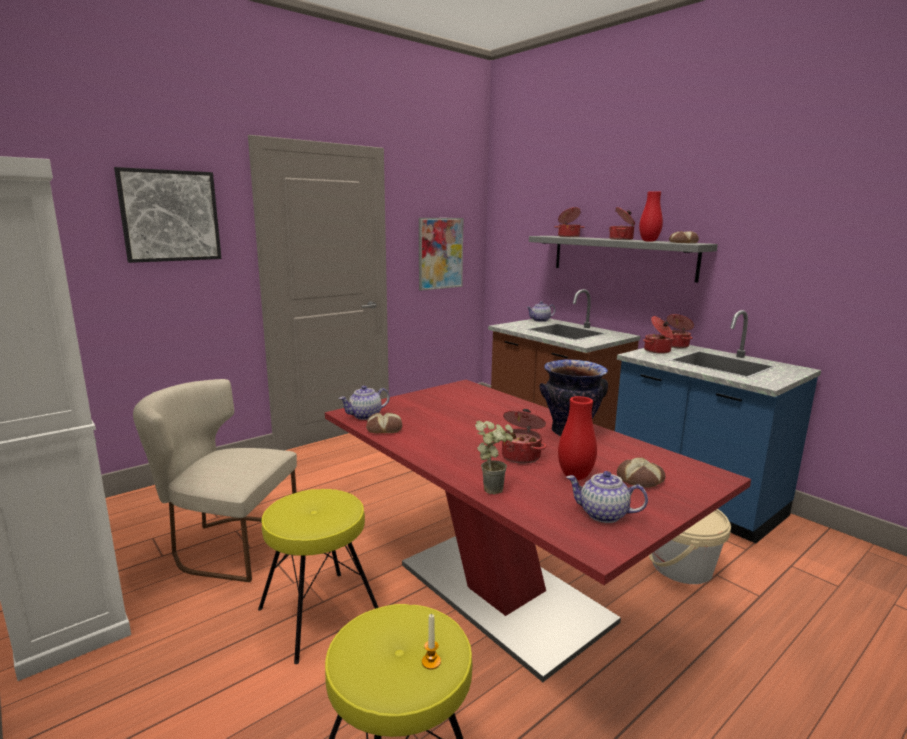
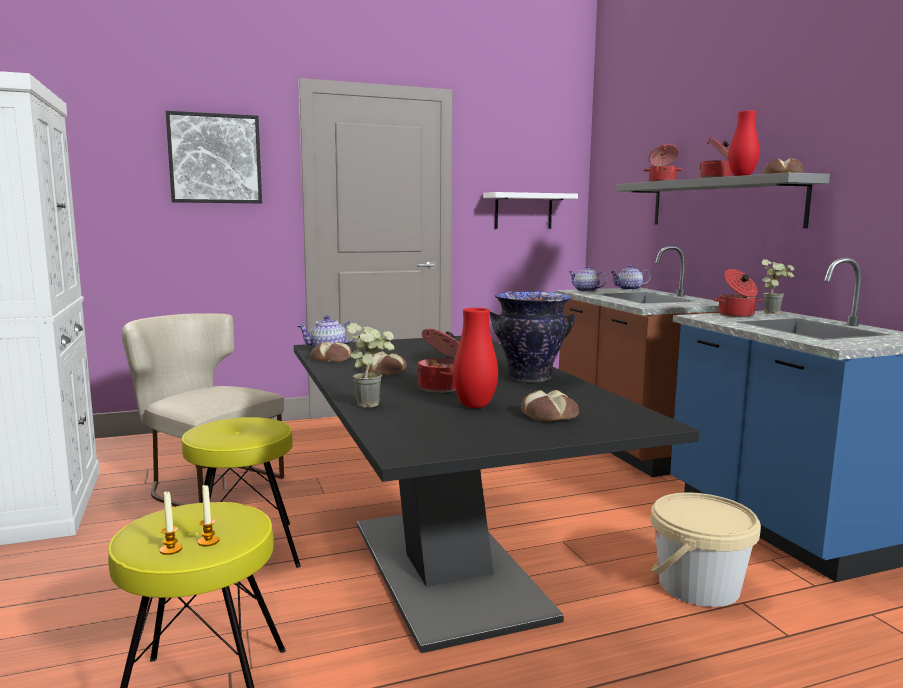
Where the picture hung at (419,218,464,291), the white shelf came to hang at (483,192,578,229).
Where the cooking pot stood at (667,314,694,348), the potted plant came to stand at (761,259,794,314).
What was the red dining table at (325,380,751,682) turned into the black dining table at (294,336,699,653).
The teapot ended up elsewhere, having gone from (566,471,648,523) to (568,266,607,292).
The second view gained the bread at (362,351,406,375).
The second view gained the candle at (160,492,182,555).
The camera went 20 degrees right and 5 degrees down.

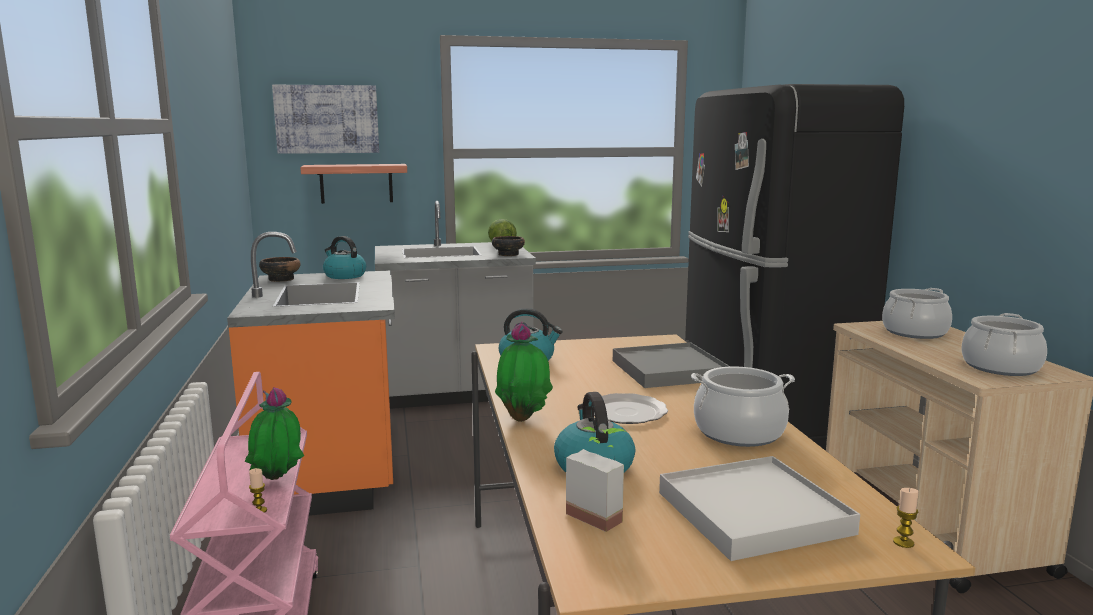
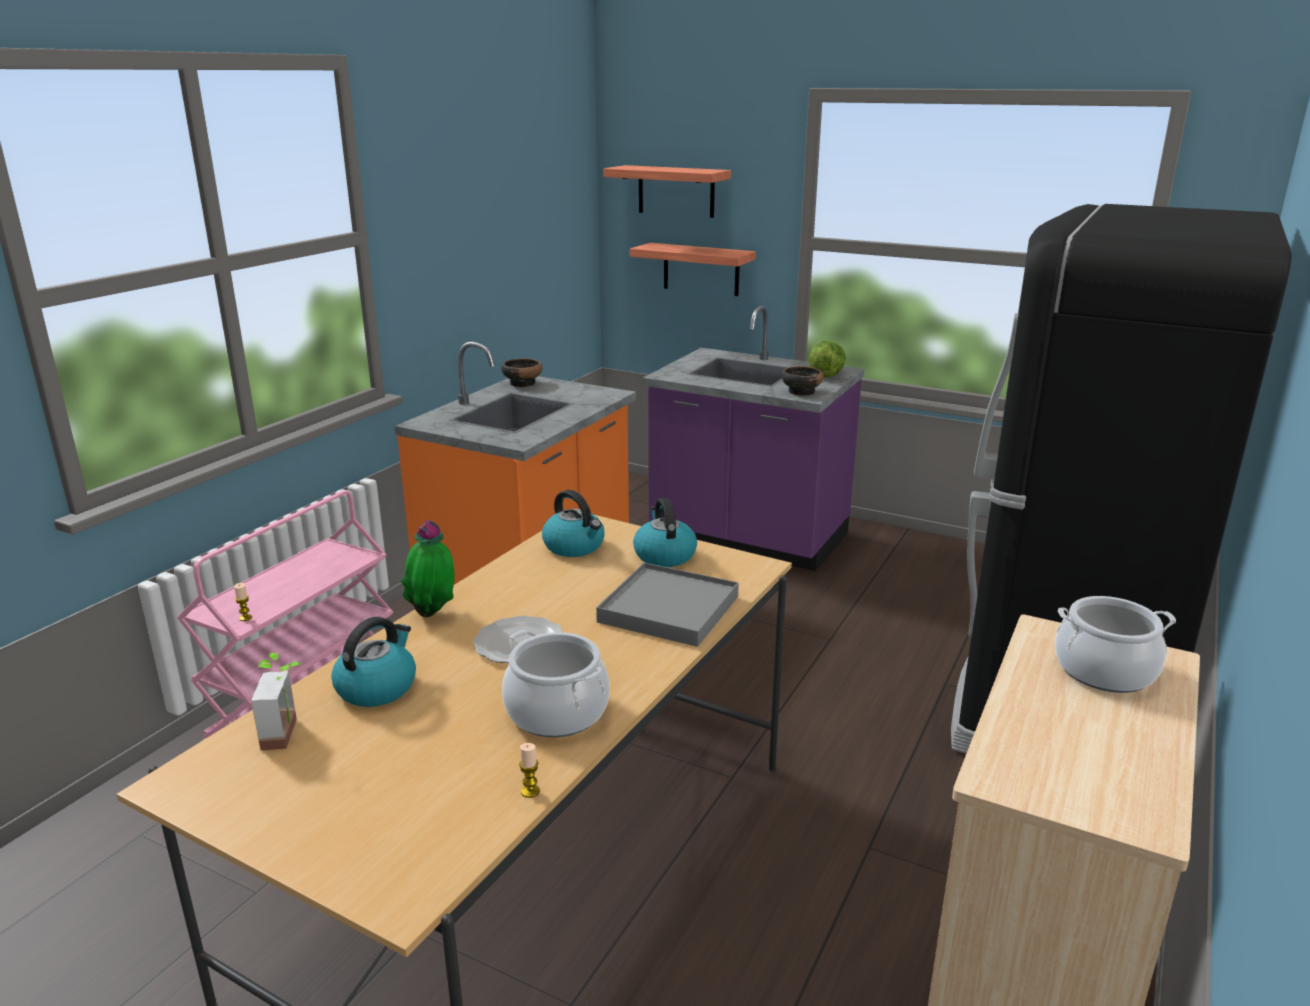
Where the picture hung at (272,85,379,154), the shelf came to hang at (603,165,731,218).
What was the grey counter at (375,201,536,409) turned into the purple counter at (643,306,864,571).
The kettle ended up elsewhere, having gone from (323,236,366,279) to (633,498,697,567).
The second view lost the cooking pot at (961,313,1047,376).
The second view lost the potted plant at (245,387,304,480).
The second view lost the white tray at (659,456,860,561).
The candle ended up elsewhere, having gone from (893,488,919,548) to (519,743,540,798).
The camera went 40 degrees right and 10 degrees up.

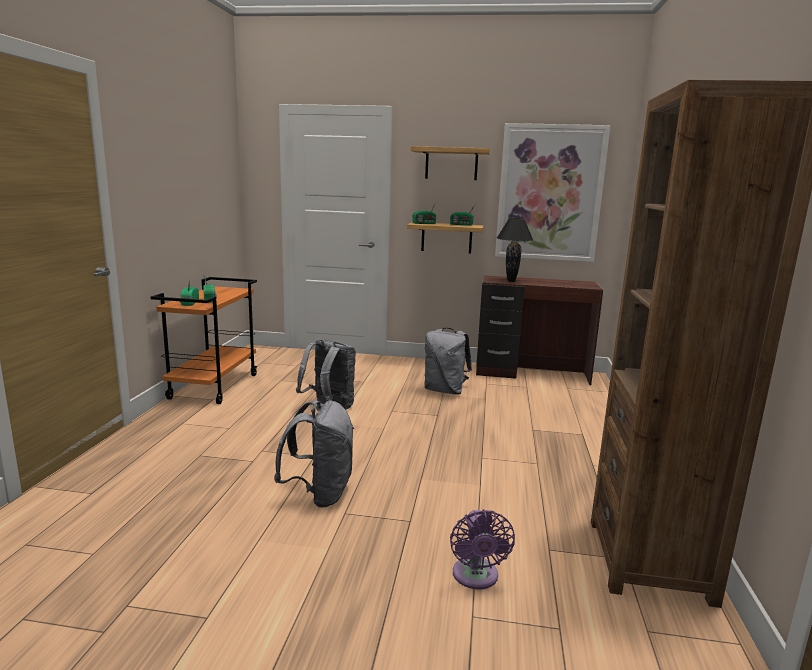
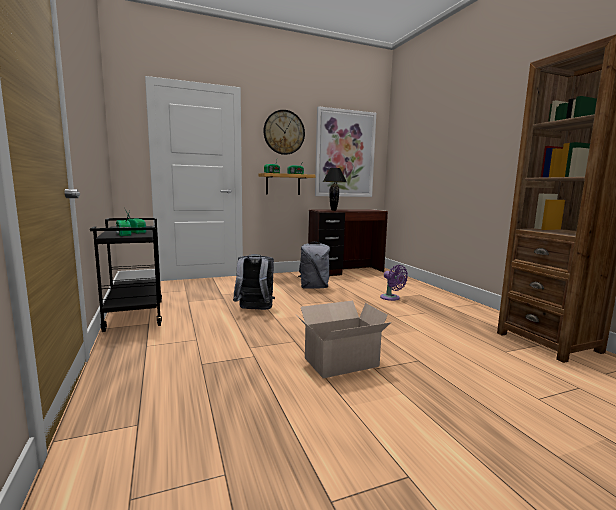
Where the shelf hung at (411,146,490,180), the wall clock came to hang at (264,110,305,155).
What was the orange cart at (151,277,257,404) turned into the black cart at (90,218,162,332).
Where the grey backpack stood at (274,400,354,508), the cardboard box came to stand at (296,301,391,378).
The purple fan ended up elsewhere, having gone from (450,510,515,589) to (380,265,408,301).
The camera went 30 degrees left and 5 degrees down.

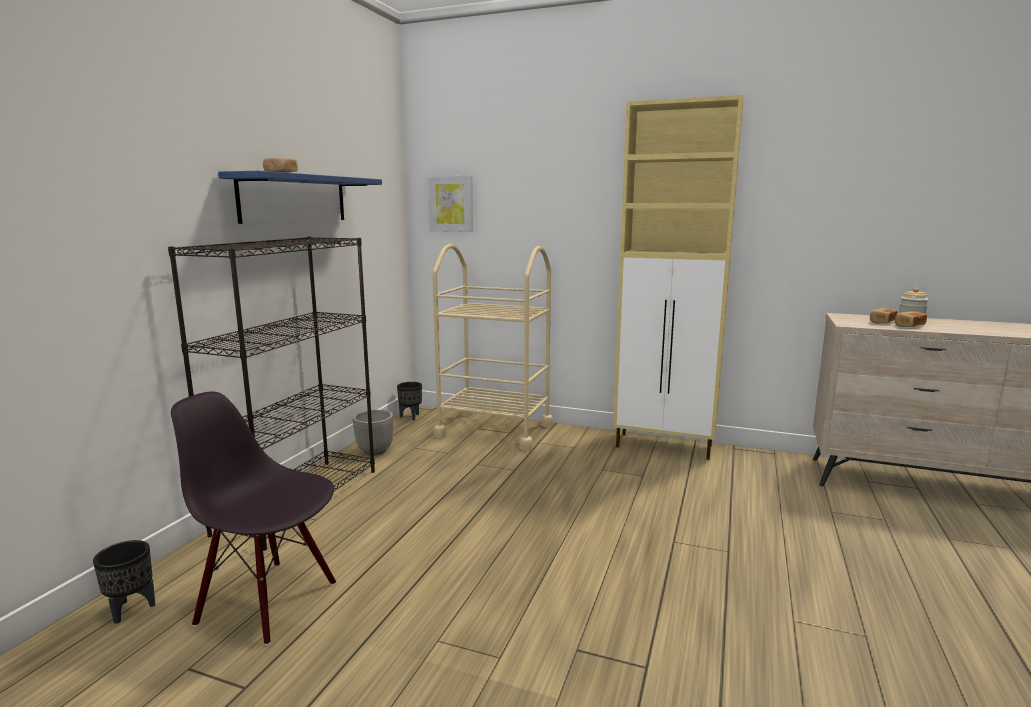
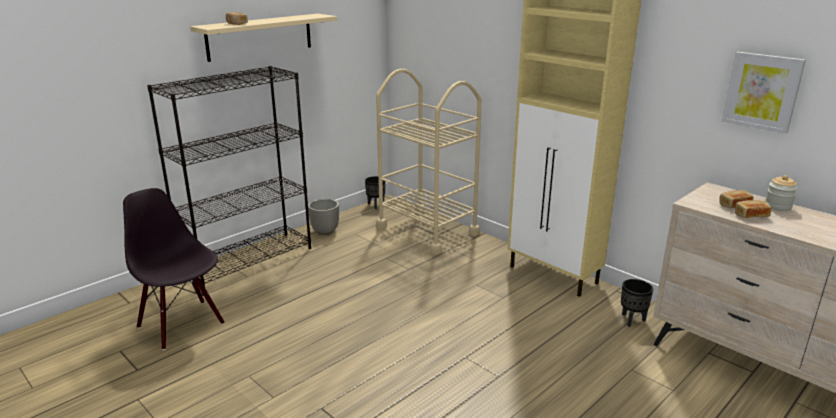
What was the blue shelf at (218,171,382,224) turned into the beige shelf at (190,14,337,62).
The picture ended up elsewhere, having gone from (428,176,473,232) to (722,52,806,134).
The black planter ended up elsewhere, having gone from (93,540,155,624) to (621,279,653,327).
The camera went 25 degrees right and 10 degrees up.

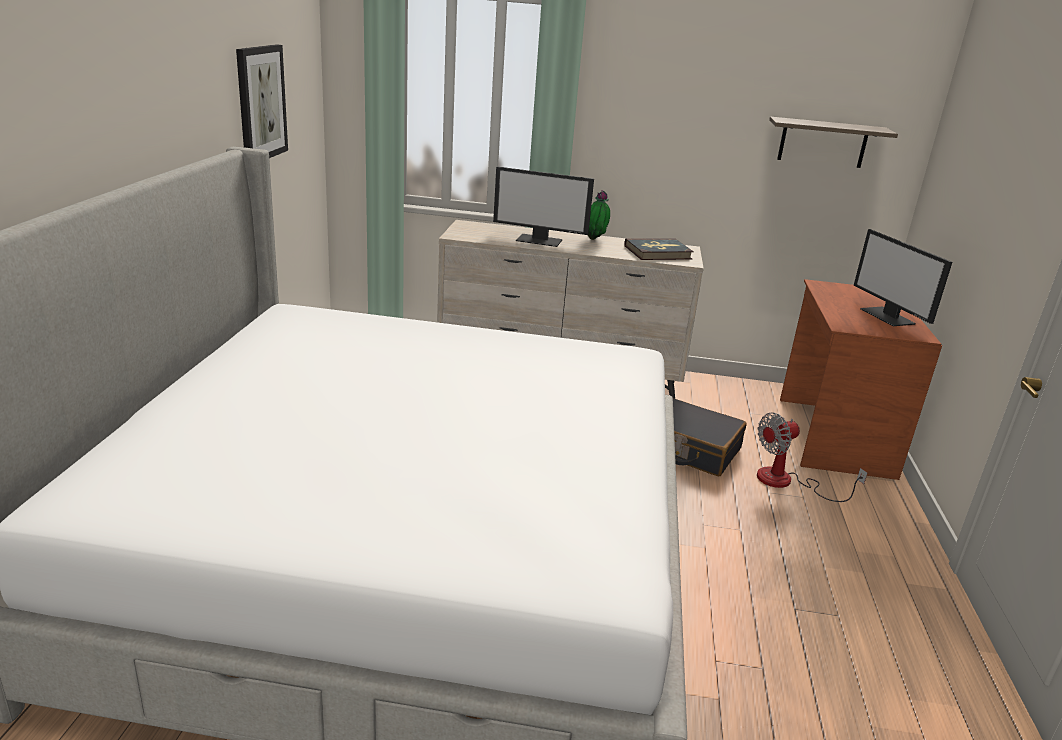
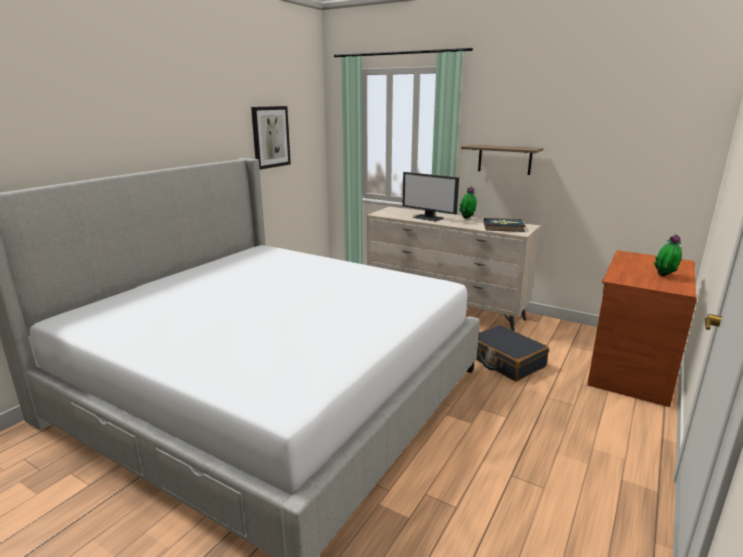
The shelf ended up elsewhere, having gone from (769,117,898,168) to (461,144,543,175).
Where the monitor stood at (854,229,952,326), the potted plant came to stand at (654,234,682,277).
The second view lost the fan at (757,413,867,502).
The camera went 25 degrees right and 5 degrees down.

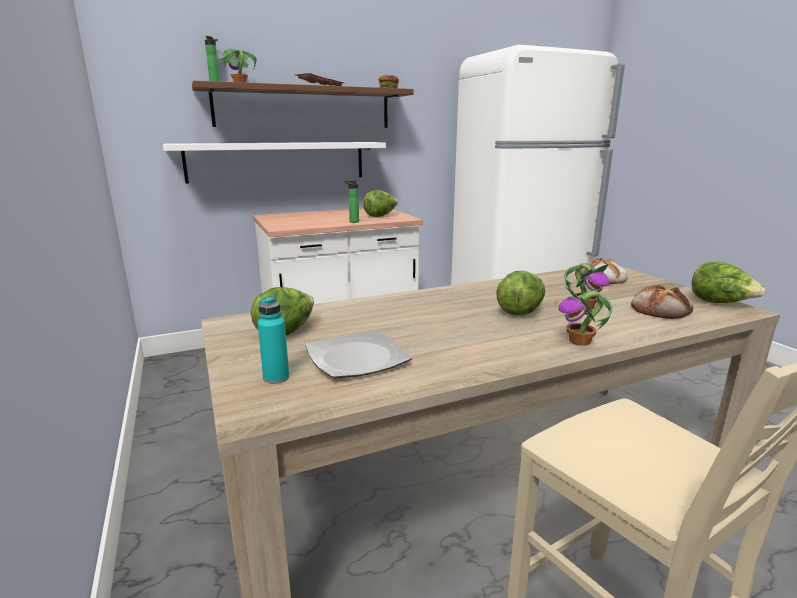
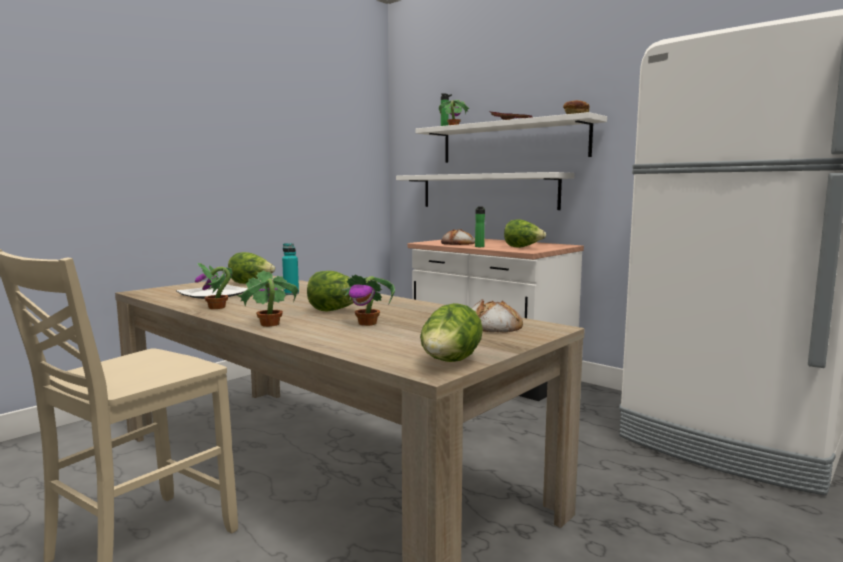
What was the brown shelf at (192,81,414,128) turned into the white shelf at (415,112,607,163).
The bread ended up elsewhere, having gone from (631,285,693,319) to (441,229,475,245).
The turquoise bottle ended up elsewhere, having gone from (258,295,289,384) to (282,243,299,295).
The second view gained the potted plant at (195,262,233,309).
The camera went 65 degrees right and 10 degrees down.

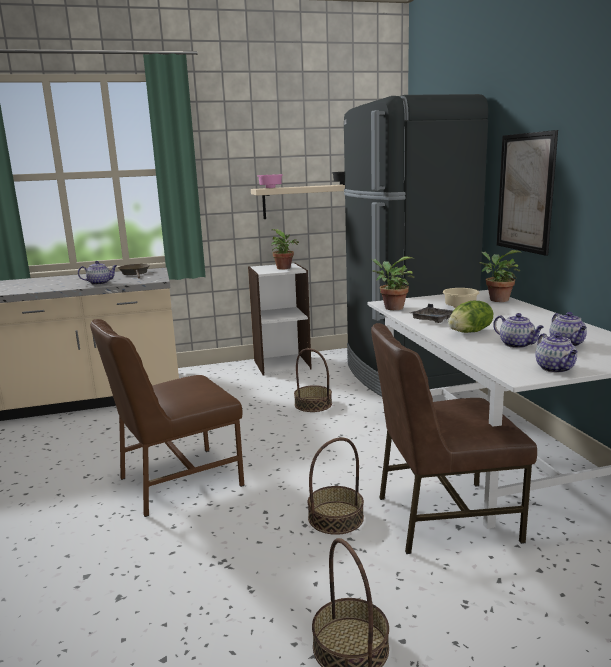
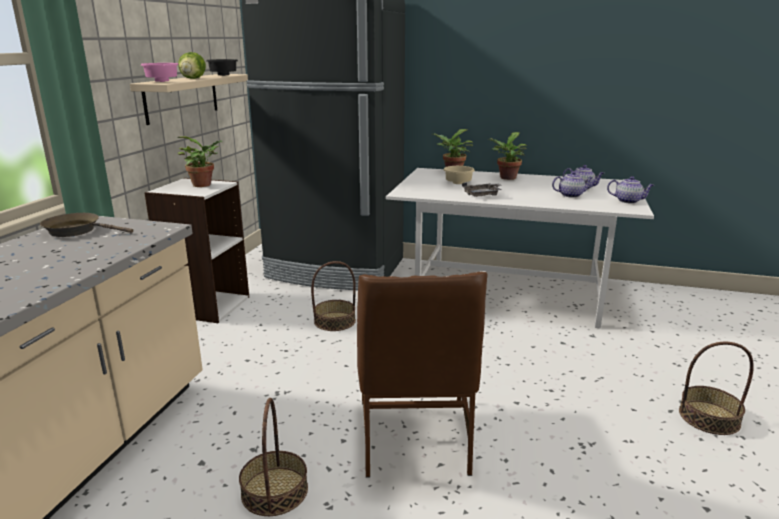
The second view lost the picture at (497,130,558,256).
The potted plant ended up elsewhere, having gone from (371,256,415,310) to (487,132,527,180).
The second view lost the teapot at (78,261,117,285).
The lettuce ended up elsewhere, having gone from (448,301,493,333) to (178,52,206,79).
The second view lost the brown chair at (371,323,537,554).
The basket ended up elsewhere, having gone from (307,437,364,535) to (239,398,308,516).
The camera went 60 degrees left and 5 degrees up.

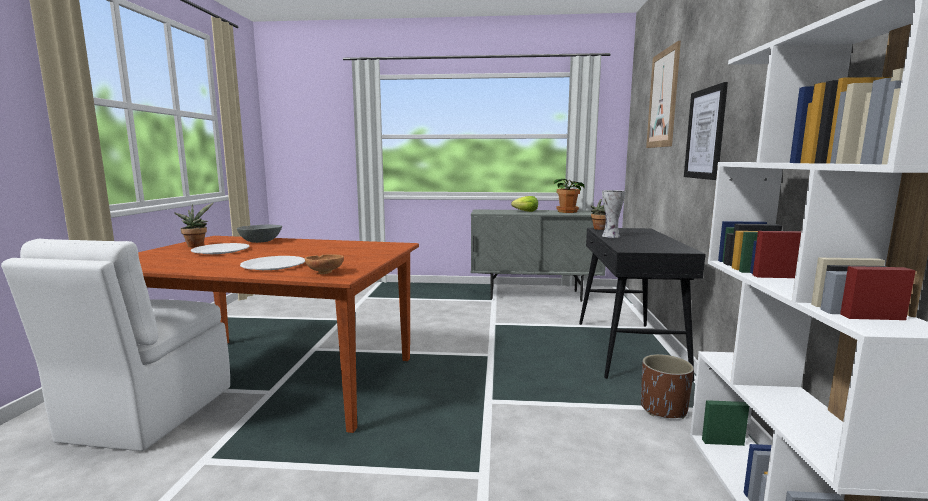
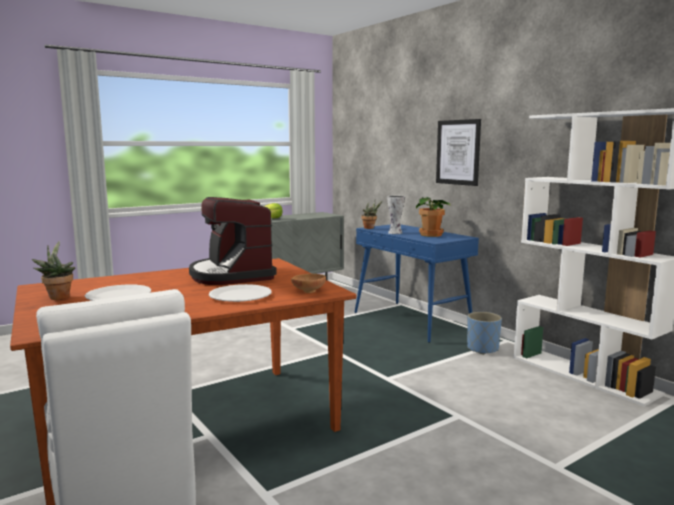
The second view lost the picture at (646,41,681,148).
The potted plant ended up elsewhere, having gone from (554,179,585,213) to (416,197,450,237).
The second view lost the grey bowl at (237,225,282,243).
What was the black console table at (579,228,706,382) turned into the blue console table at (355,225,479,343).
What was the brown planter at (641,354,694,419) turned into the blue planter at (467,312,502,355).
The second view gained the coffee machine at (189,197,277,285).
The camera went 40 degrees left and 0 degrees up.

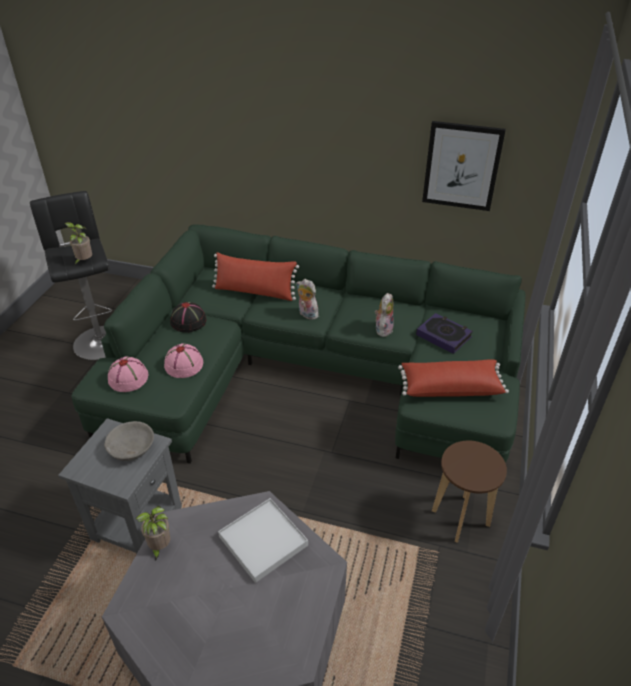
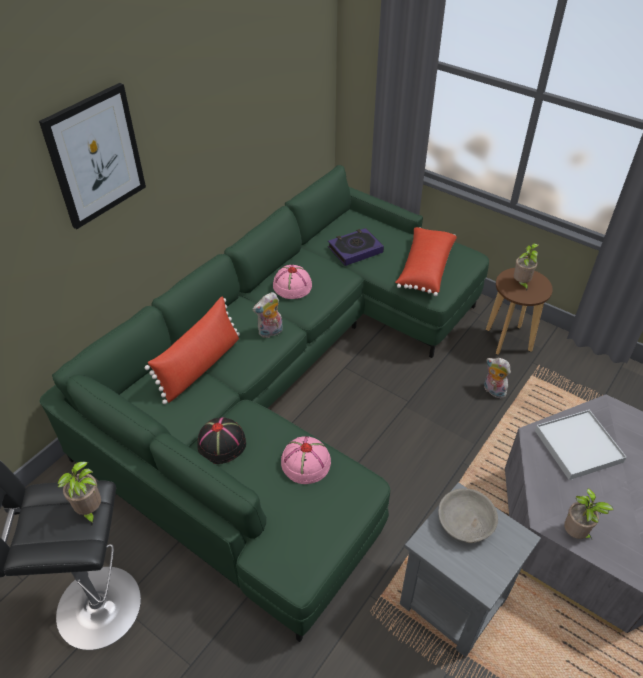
The picture ended up elsewhere, having gone from (422,121,506,211) to (39,83,146,229).
The plush toy ended up elsewhere, having gone from (375,293,394,337) to (484,358,511,398).
The pink hat ended up elsewhere, having gone from (108,356,148,392) to (273,265,312,299).
The second view gained the potted plant at (514,243,538,292).
The camera went 70 degrees left and 5 degrees up.

